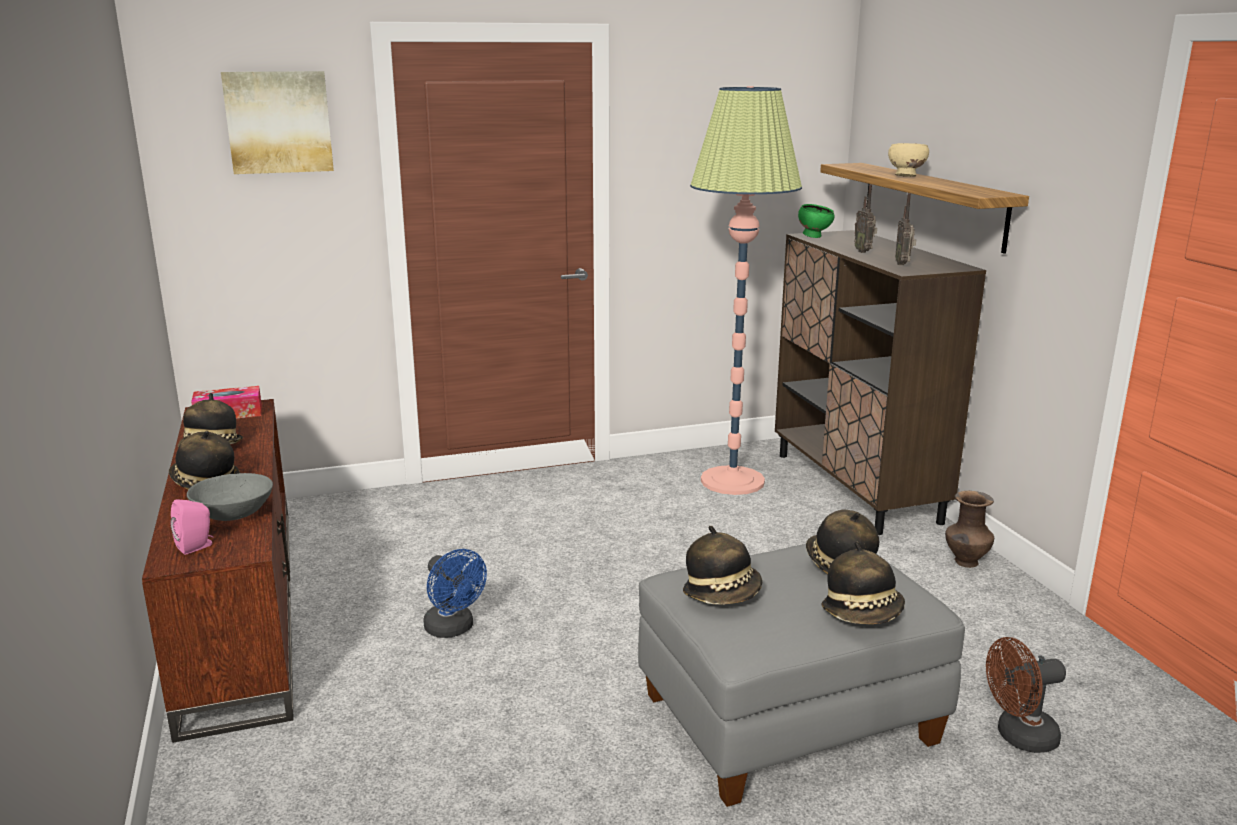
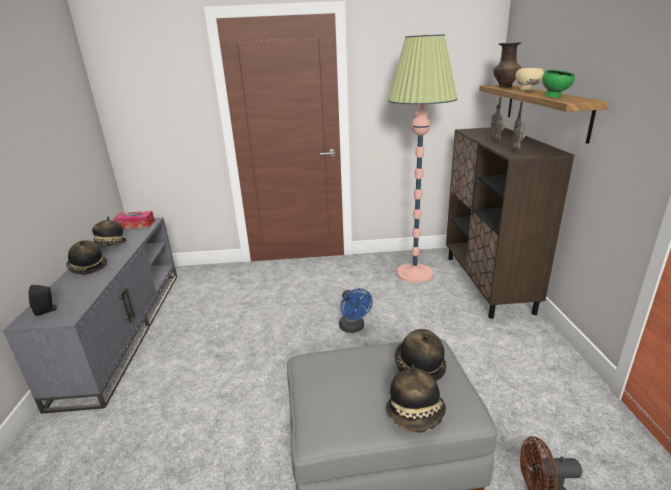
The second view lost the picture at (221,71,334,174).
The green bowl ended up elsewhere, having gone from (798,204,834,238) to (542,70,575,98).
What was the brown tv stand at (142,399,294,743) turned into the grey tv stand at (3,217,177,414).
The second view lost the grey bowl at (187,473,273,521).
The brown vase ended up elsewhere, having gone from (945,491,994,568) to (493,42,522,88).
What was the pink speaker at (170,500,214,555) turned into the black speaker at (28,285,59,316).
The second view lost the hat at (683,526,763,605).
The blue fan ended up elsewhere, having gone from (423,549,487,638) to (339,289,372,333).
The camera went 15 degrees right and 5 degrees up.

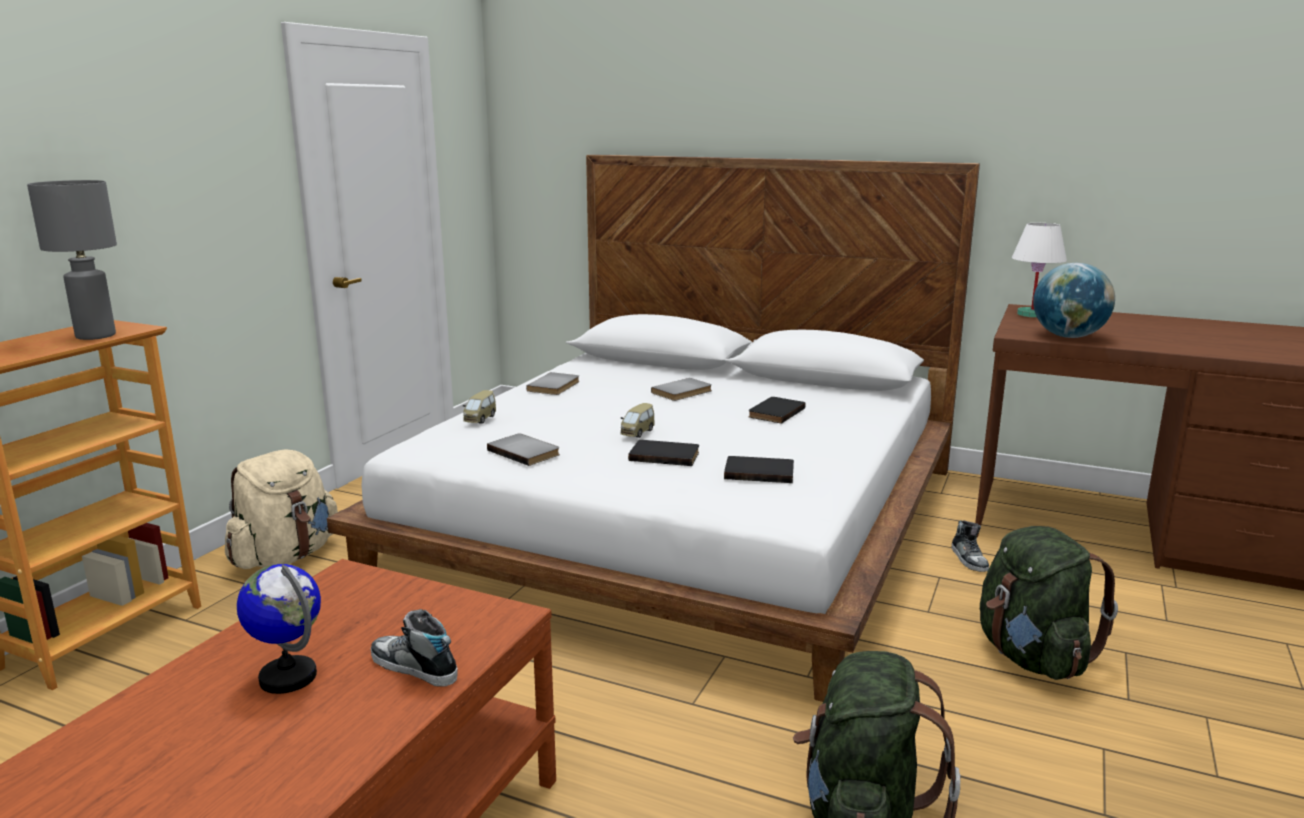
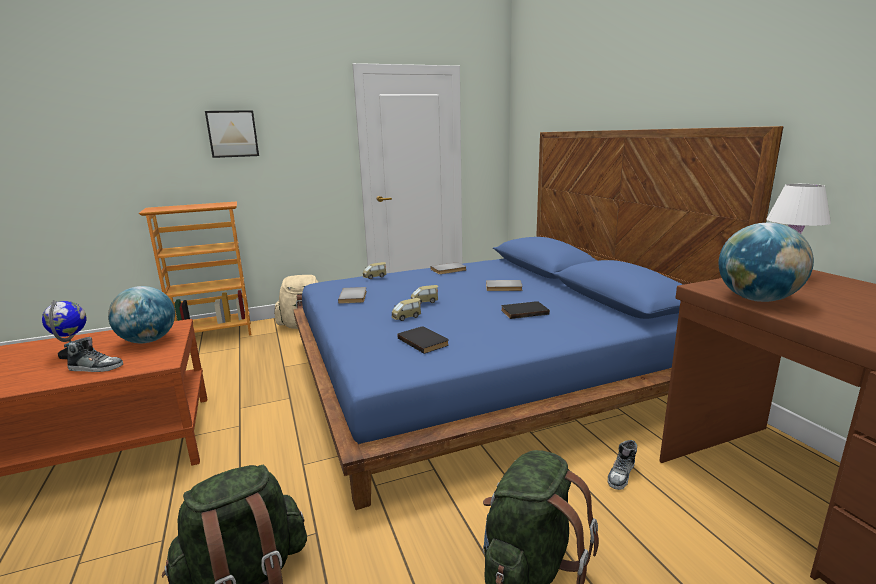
What was the white bed at (327,154,980,702) turned into the blue bed at (293,126,783,510).
The second view lost the grey table lamp at (27,180,117,340).
Where the black book stood at (628,440,699,466), the toy car came to stand at (391,298,421,321).
The shoe at (371,609,458,687) ended up facing another way, 105 degrees clockwise from before.
The second view gained the picture at (205,110,259,158).
The second view gained the globe at (108,286,175,343).
The camera went 45 degrees right and 0 degrees up.

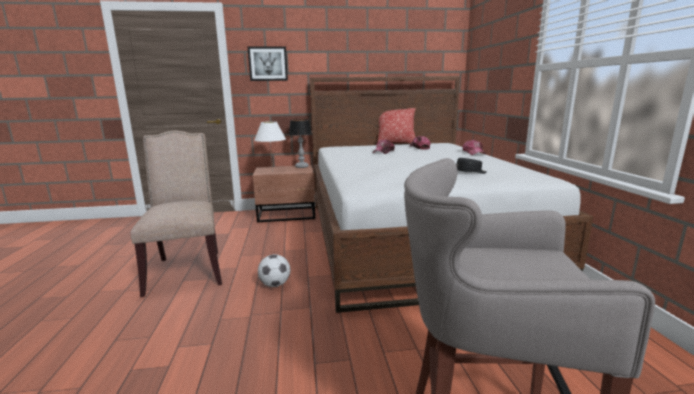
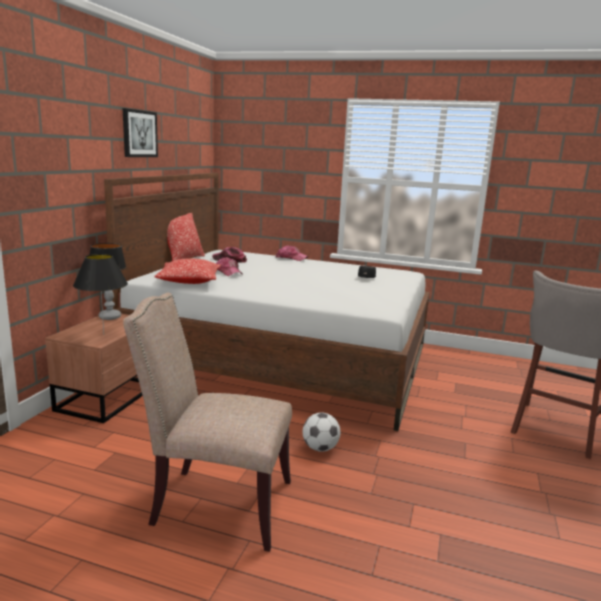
The picture ended up elsewhere, having gone from (248,47,288,81) to (123,108,158,157).
What was the white table lamp at (254,121,286,172) turned into the black table lamp at (73,254,128,334).
The second view gained the pillow at (154,258,221,284).
The camera went 65 degrees left and 0 degrees up.

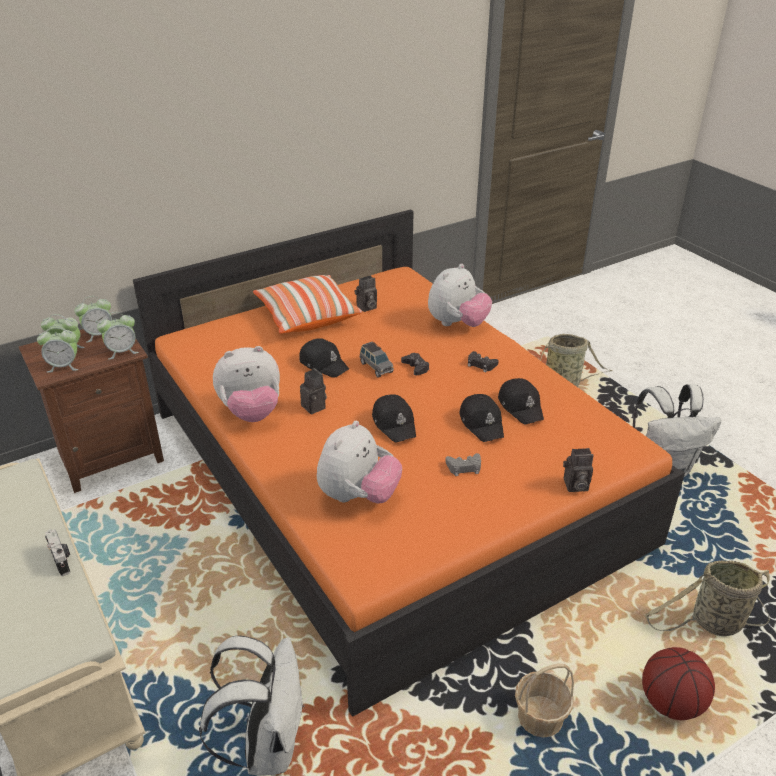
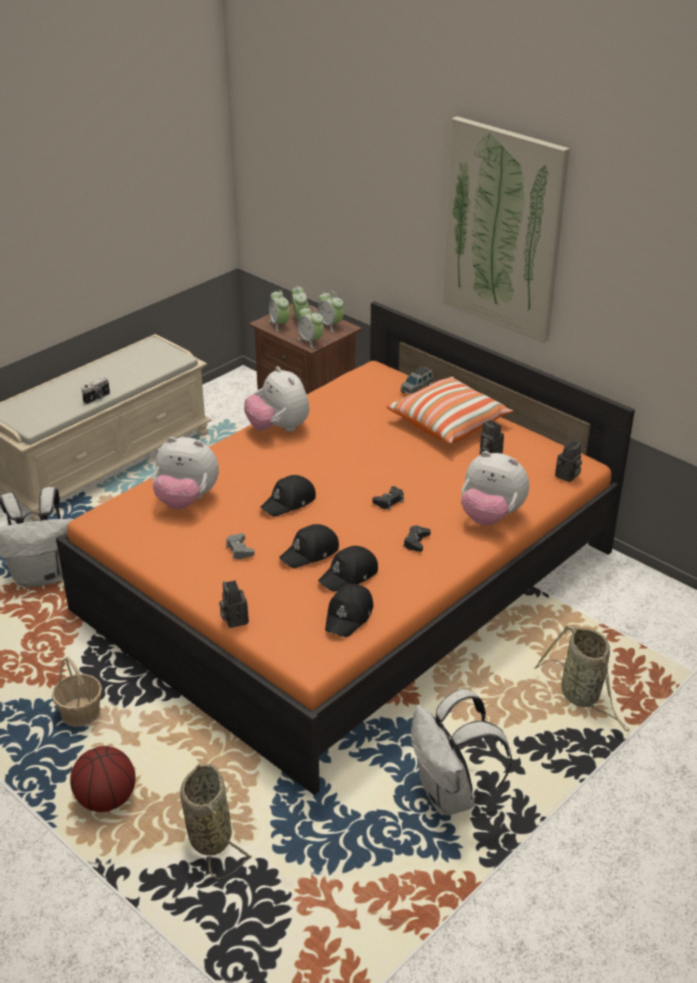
The black cap ended up elsewhere, having gone from (299,338,349,378) to (325,584,373,637).
The grey toy car ended up elsewhere, having gone from (360,341,394,378) to (400,366,433,394).
The photo camera ended up elsewhere, having gone from (300,368,327,414) to (555,441,582,482).
The second view gained the picture at (442,116,570,343).
The camera went 75 degrees right and 0 degrees up.

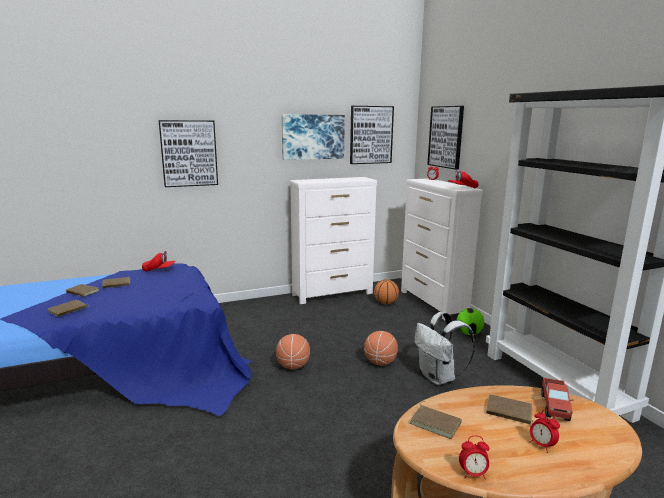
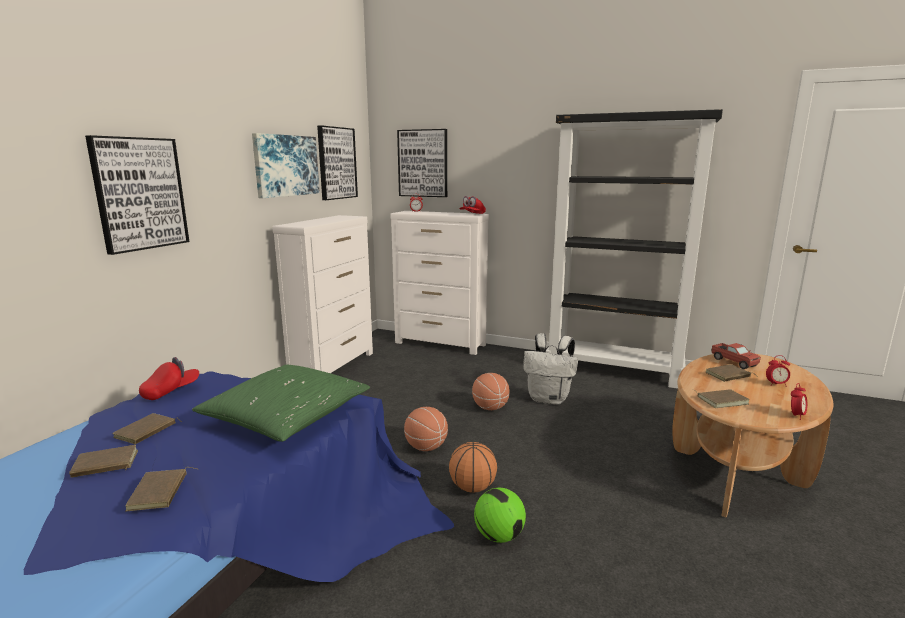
The basketball ended up elsewhere, having gone from (374,279,399,304) to (449,442,497,493).
The football ended up elsewhere, having gone from (457,308,484,335) to (474,487,526,543).
The second view gained the green pillow at (192,365,370,442).
The camera went 45 degrees left and 0 degrees up.

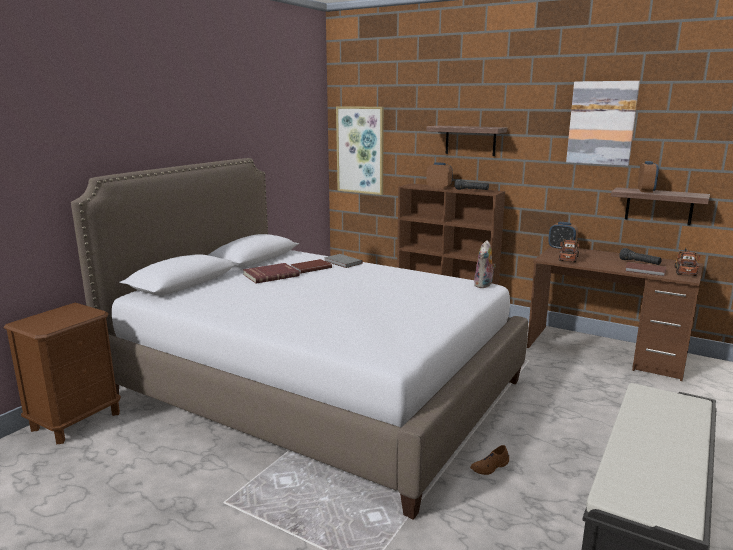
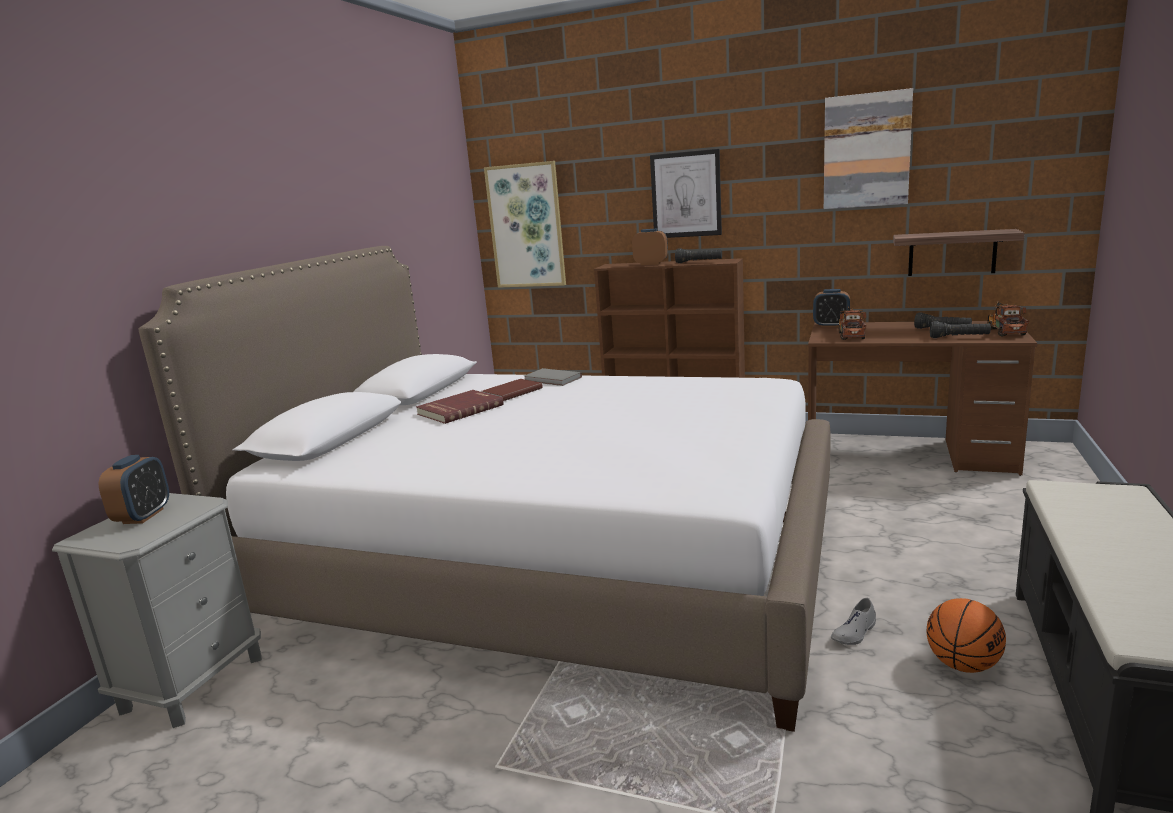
Where the shelf hung at (426,126,507,156), the picture came to hang at (650,149,722,238).
The alarm clock ended up elsewhere, having gone from (638,161,659,193) to (99,455,169,524).
The second view lost the plush toy at (474,240,496,288).
Where the brown book stood at (625,262,666,277), the black flashlight came to stand at (930,321,991,338).
What was the brown nightstand at (4,303,121,444) turned into the grey nightstand at (52,493,262,728).
What was the brown shoe at (470,445,509,475) turned into the grey shoe at (831,598,876,645).
The second view gained the basketball at (926,598,1006,673).
The camera went 10 degrees left and 0 degrees up.

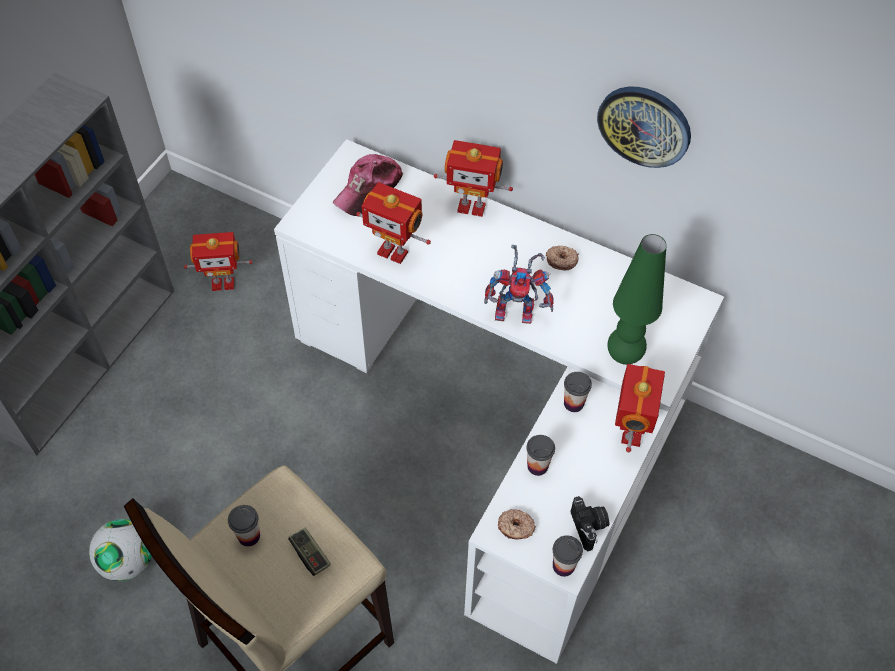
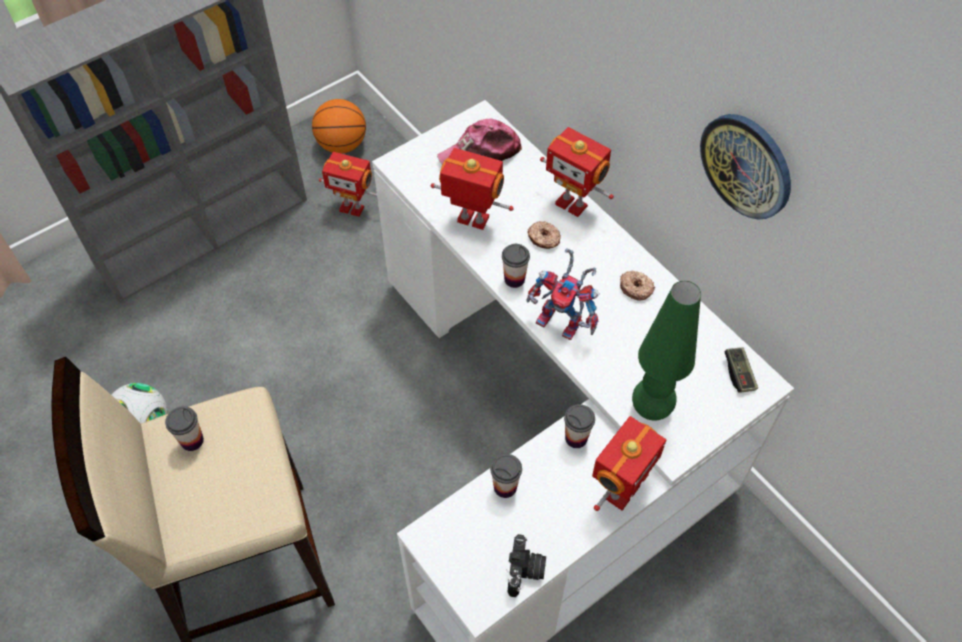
The toy robot at (356,182,431,264) ended up facing another way, 150 degrees clockwise from before.
The donut ended up elsewhere, having gone from (498,509,536,540) to (527,221,561,249).
The game controller ended up elsewhere, having gone from (288,527,331,576) to (724,347,758,393).
The cup ended up elsewhere, having gone from (553,535,583,577) to (502,244,530,288).
The second view gained the basketball at (312,99,366,154).
The camera went 25 degrees right and 0 degrees up.

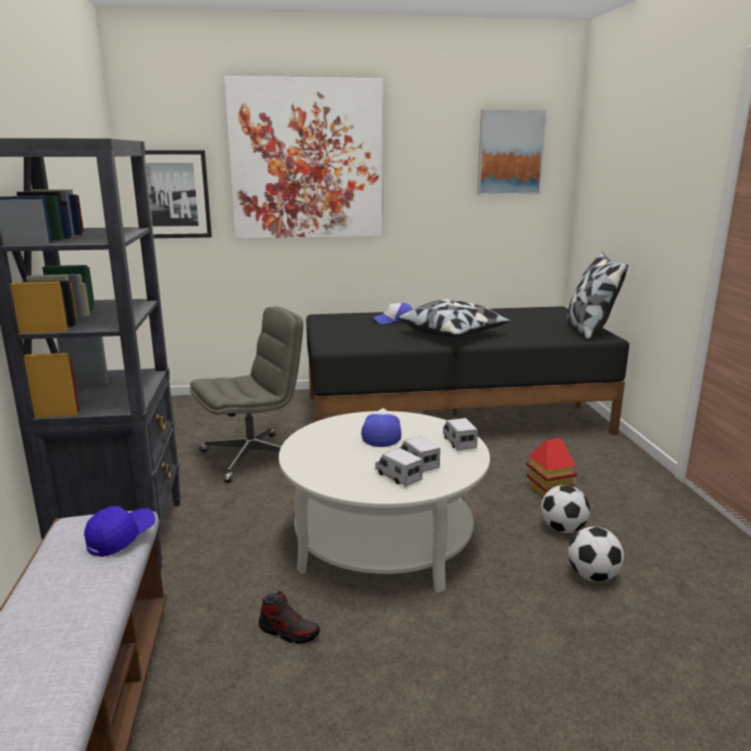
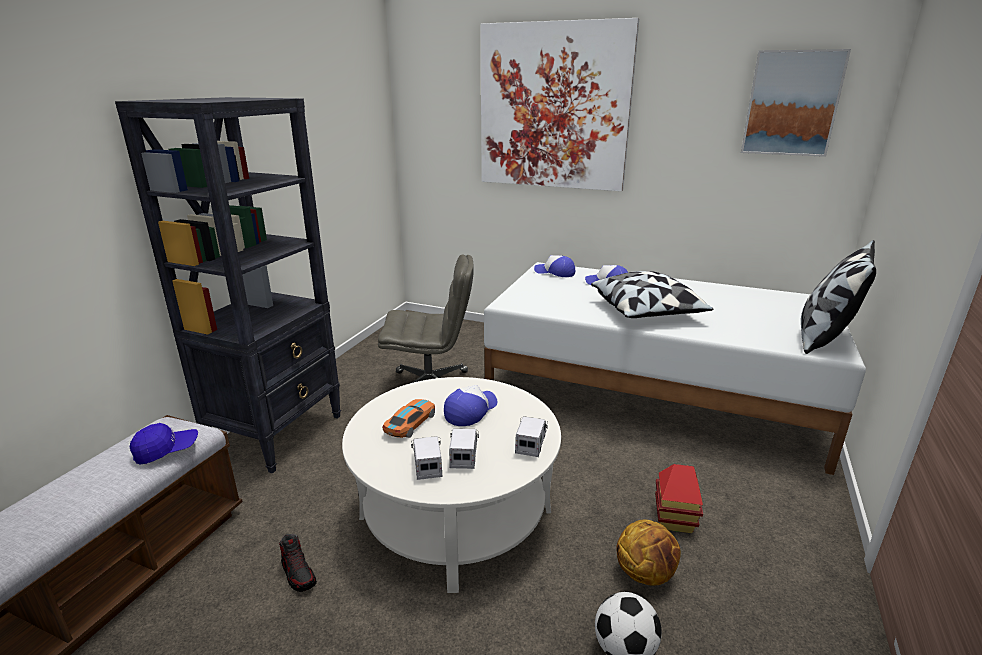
The second view lost the picture at (145,150,212,238).
What was the black bed at (306,306,629,436) turned into the white bed at (484,262,866,475).
Where the football stood at (541,485,590,533), the basketball came to stand at (616,520,681,586).
The second view gained the cap at (534,255,575,277).
The second view gained the toy car at (382,399,435,438).
The camera went 30 degrees right and 5 degrees up.

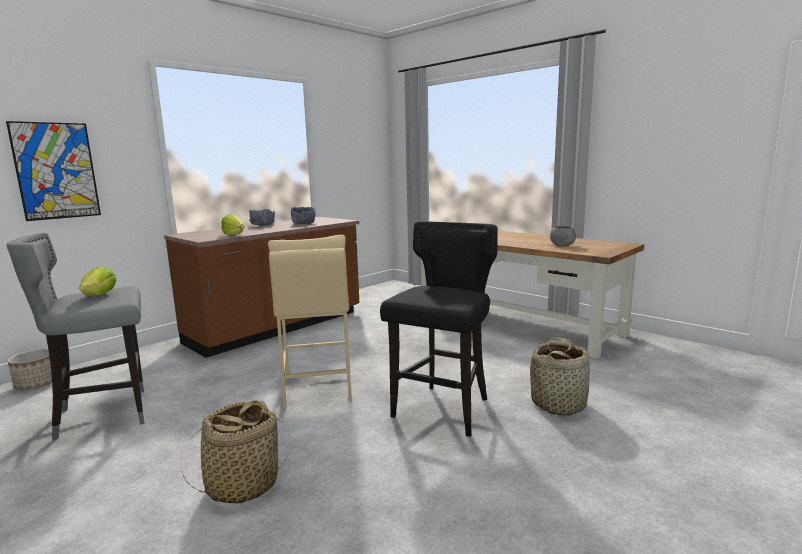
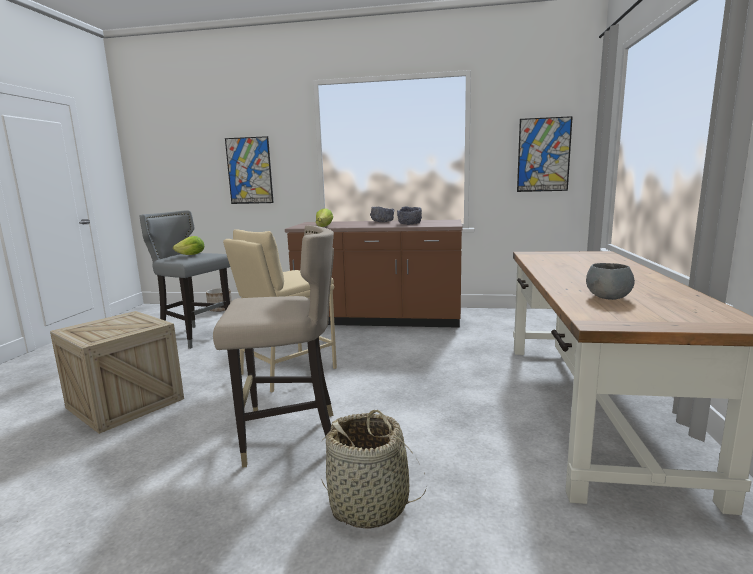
What was the black stool at (380,221,498,437) turned into the beige stool at (213,225,334,468).
Where the basket stood at (181,400,287,504), the crate came to stand at (50,311,184,434).
The second view gained the picture at (517,116,573,192).
The camera went 55 degrees right and 0 degrees up.

